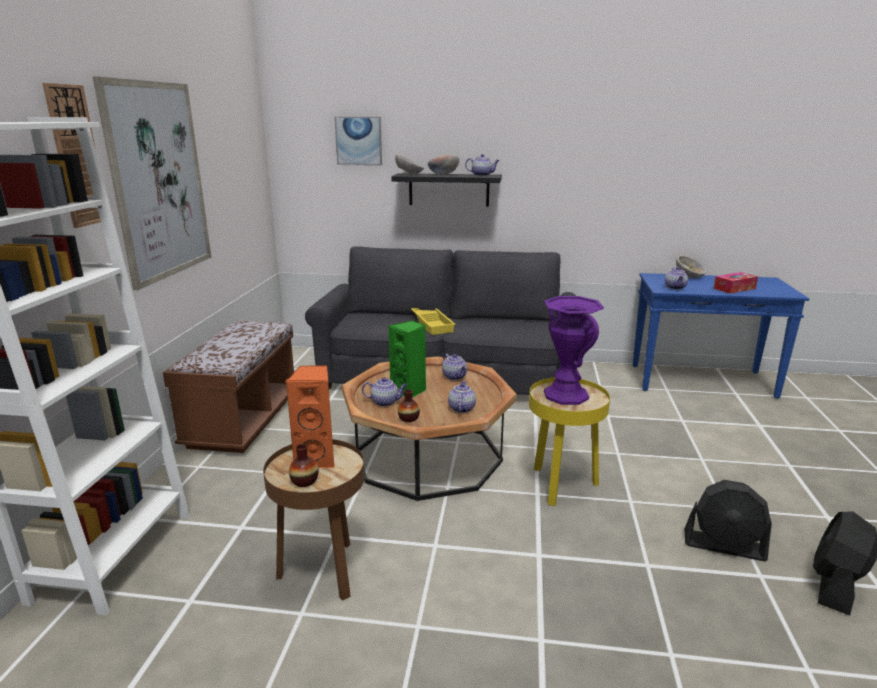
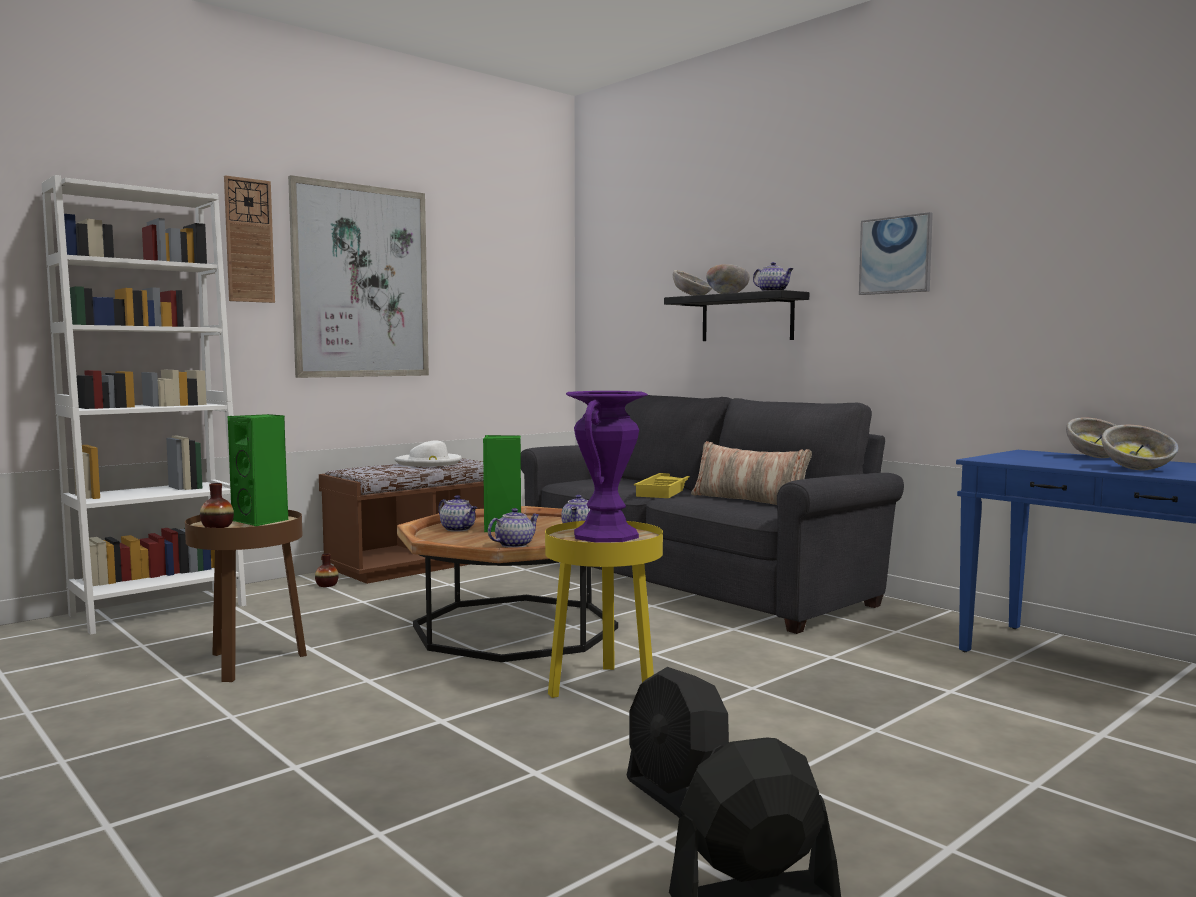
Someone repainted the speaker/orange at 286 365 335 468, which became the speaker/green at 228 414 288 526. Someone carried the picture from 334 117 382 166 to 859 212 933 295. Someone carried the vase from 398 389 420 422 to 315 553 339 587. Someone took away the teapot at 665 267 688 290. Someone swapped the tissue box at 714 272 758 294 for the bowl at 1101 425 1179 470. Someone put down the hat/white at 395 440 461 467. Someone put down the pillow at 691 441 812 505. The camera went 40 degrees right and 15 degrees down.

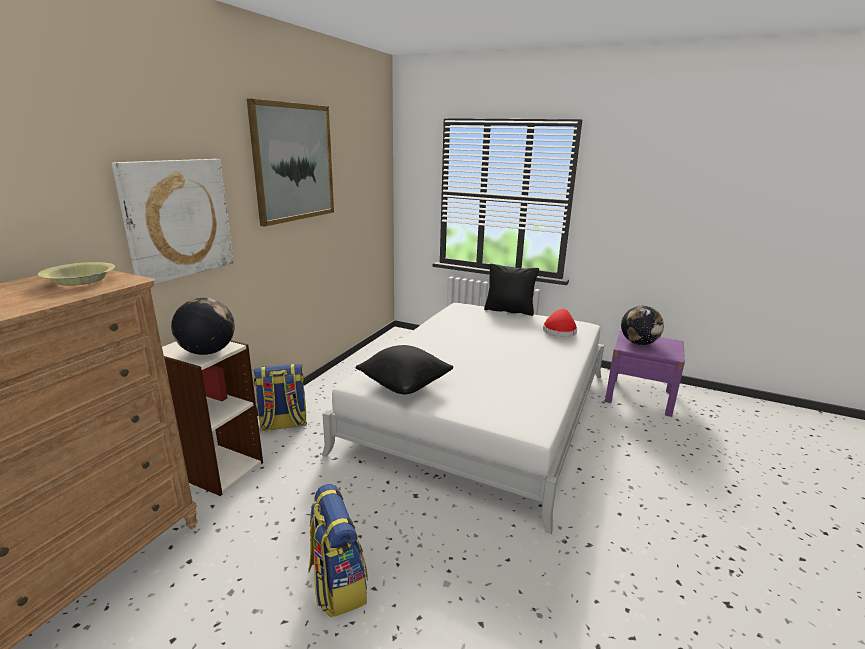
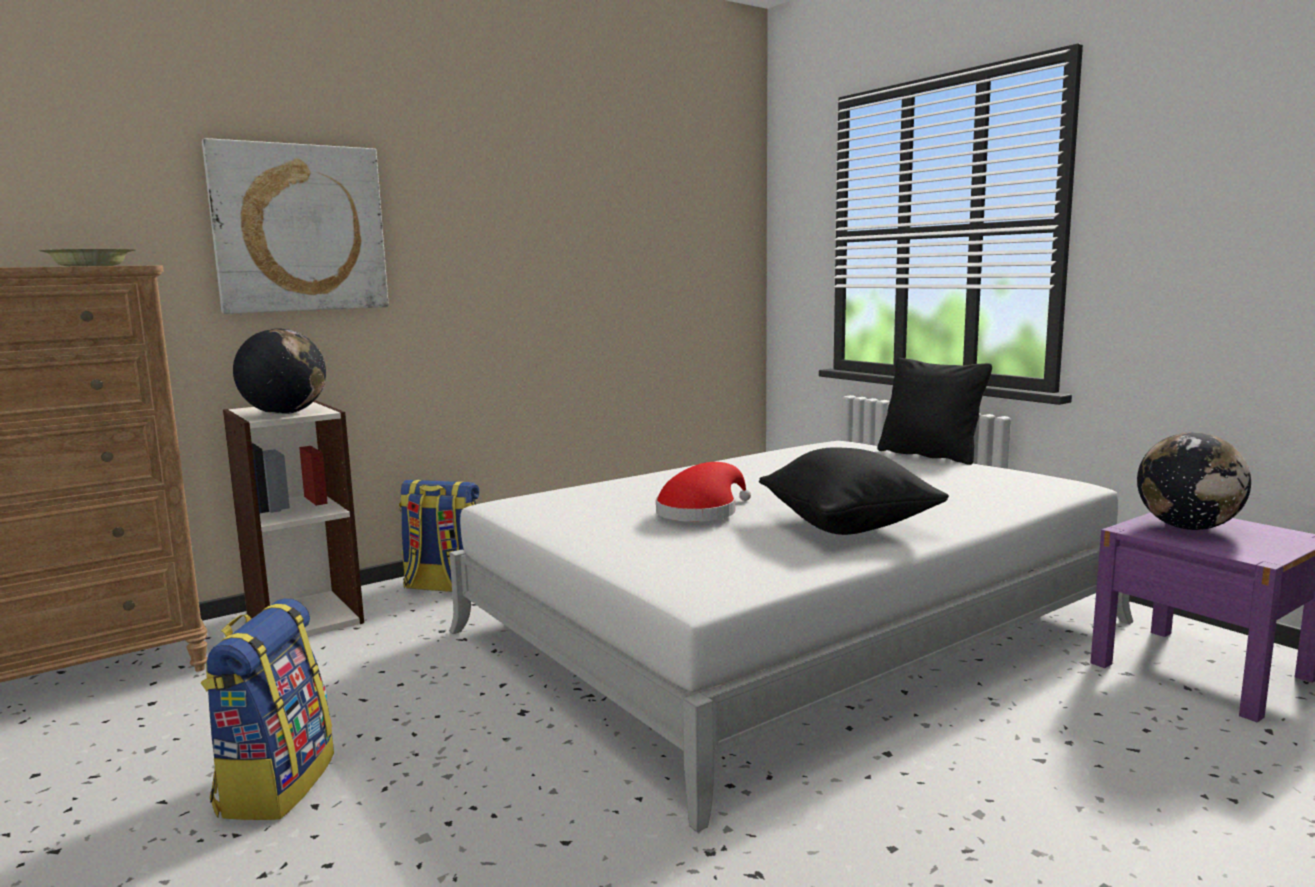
Someone took away the picture at 247 99 334 227. Someone carried the pillow/black from 356 345 453 394 to 759 447 949 535. Someone carried the hat/red from 543 309 577 337 to 656 462 751 522. The camera went 30 degrees right and 10 degrees down.

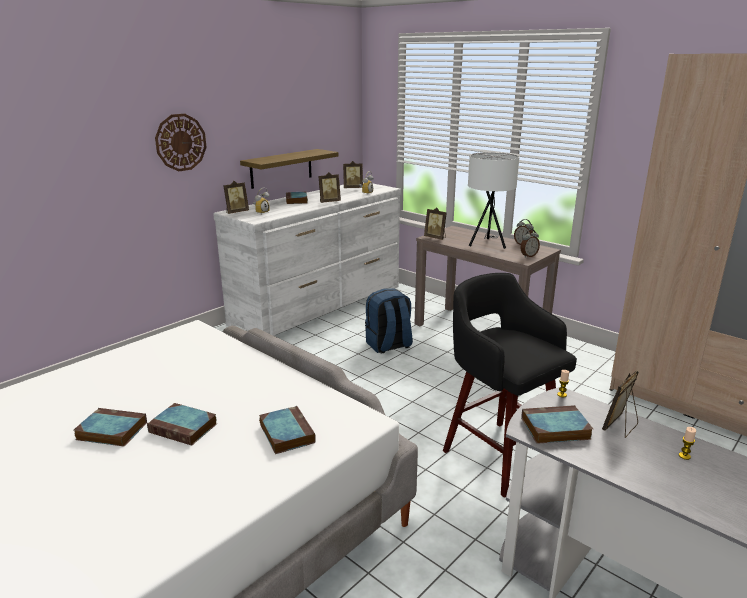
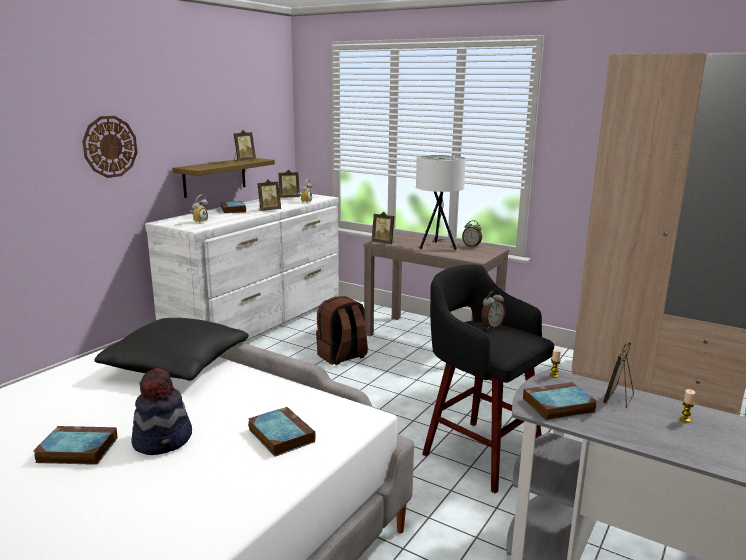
Someone swapped the book at 147 403 217 446 for the hat at 132 368 192 455. Someone carried the picture frame from 223 181 249 214 to 234 130 256 161. Someone repainted the backpack/blue at 365 288 413 354, which became the backpack/brown at 316 296 368 365. Someone carried the alarm clock from 520 229 540 257 to 481 291 506 330. Someone put down the pillow/black at 94 318 249 381. The camera went 10 degrees left and 5 degrees down.

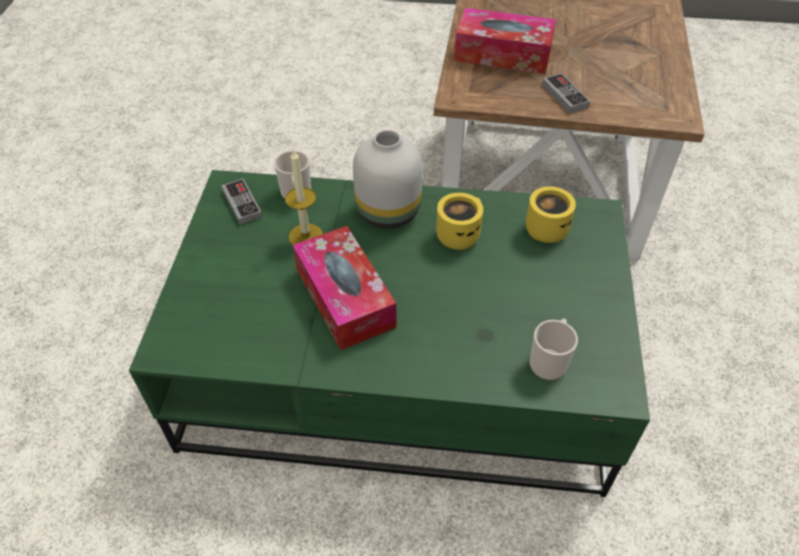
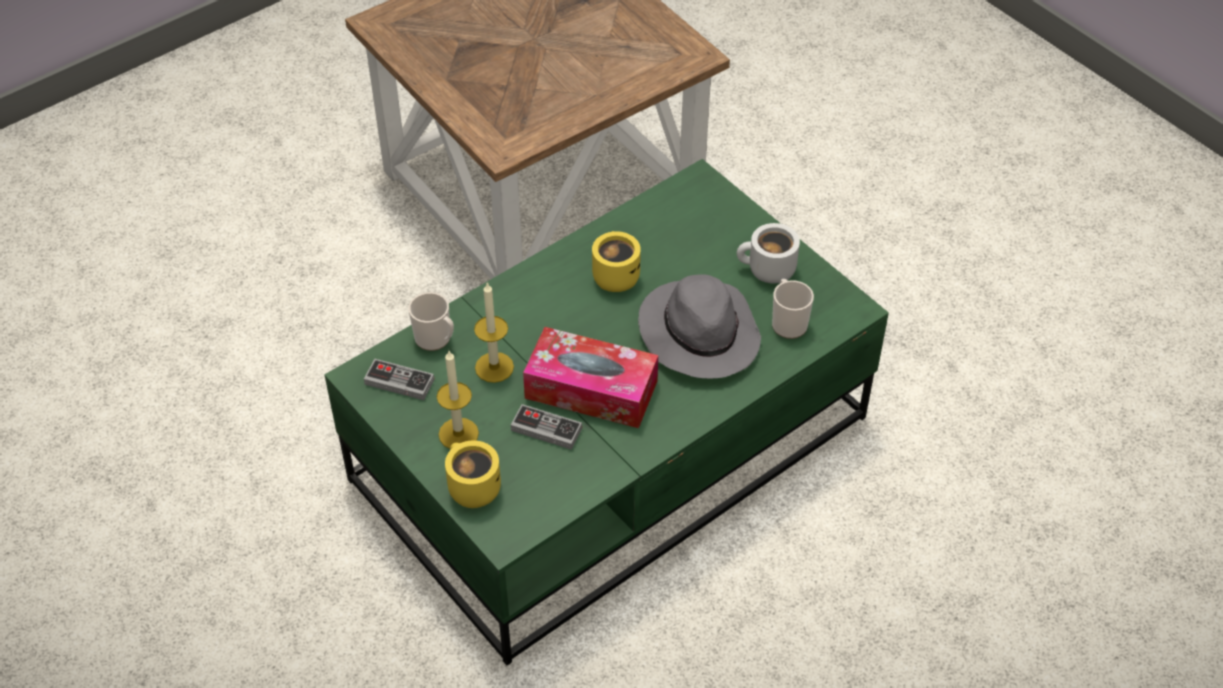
Someone took away the vase/white at 353 130 423 229. Someone took away the tissue box at 454 8 556 74. Someone carried the mug/yellow from 526 186 576 243 to 445 440 501 508. Someone carried the game controller from 542 73 590 113 to 511 404 582 450. Someone put down the candle at 437 351 479 449. Someone put down the hat/grey at 638 274 761 379. Someone put down the mug/white at 737 223 800 283. The camera went 45 degrees left and 0 degrees up.

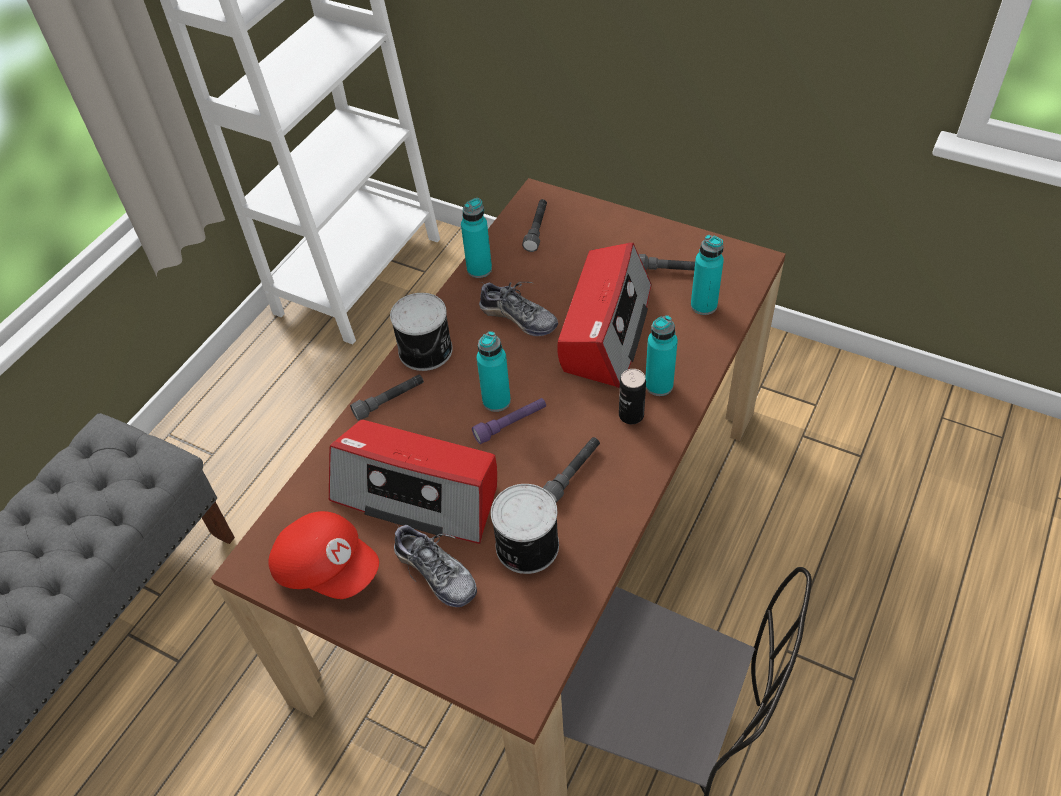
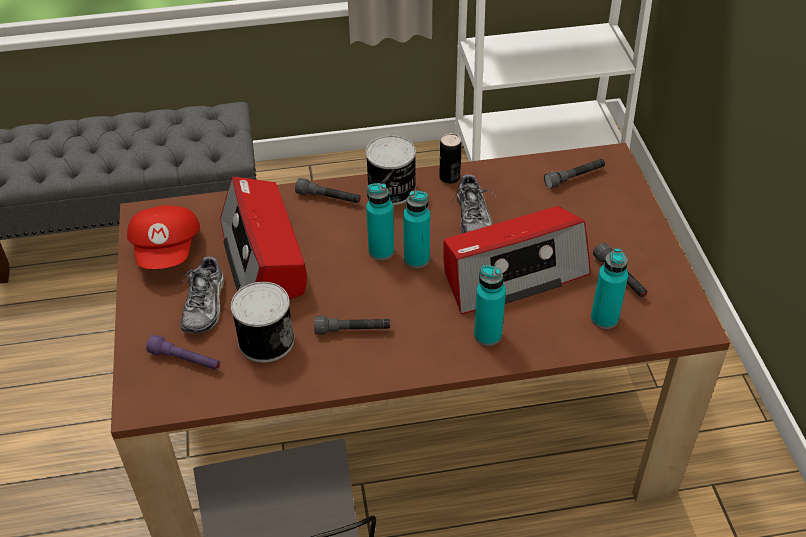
Someone carried the bottle/turquoise from 461 198 492 278 to 403 191 430 268. Someone carried the flashlight/purple from 472 398 546 444 to 146 335 220 370. Someone carried the can from 619 369 646 424 to 439 133 462 184. The camera went 50 degrees right and 5 degrees down.

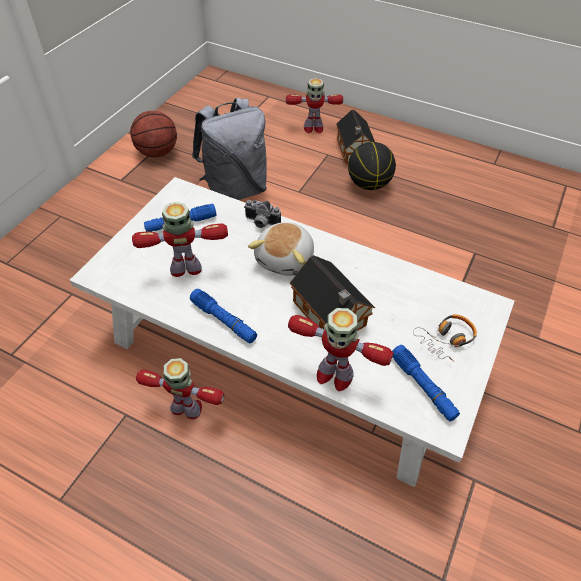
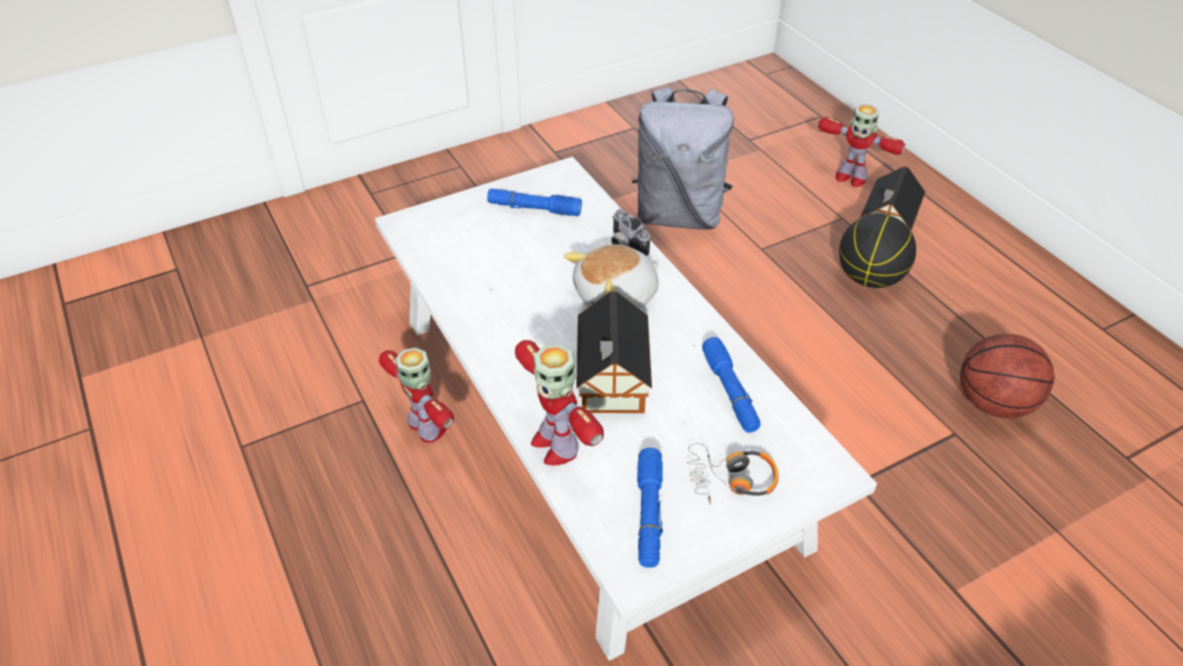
Someone carried the basketball from 130 111 177 157 to 960 334 1055 418. Someone took away the toy robot at 132 202 228 277. Someone carried the flashlight/blue from 190 289 257 343 to 702 337 761 433. The camera went 35 degrees right and 5 degrees down.

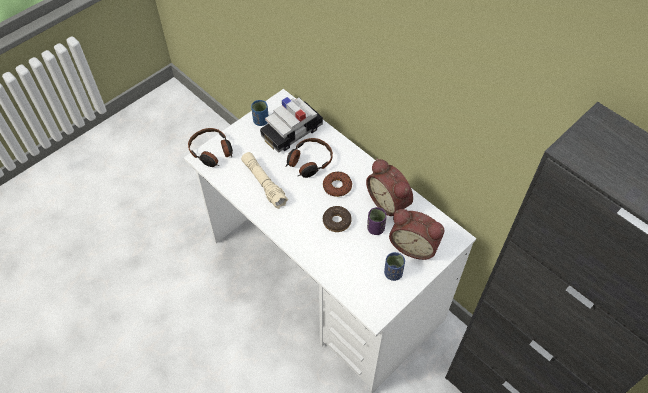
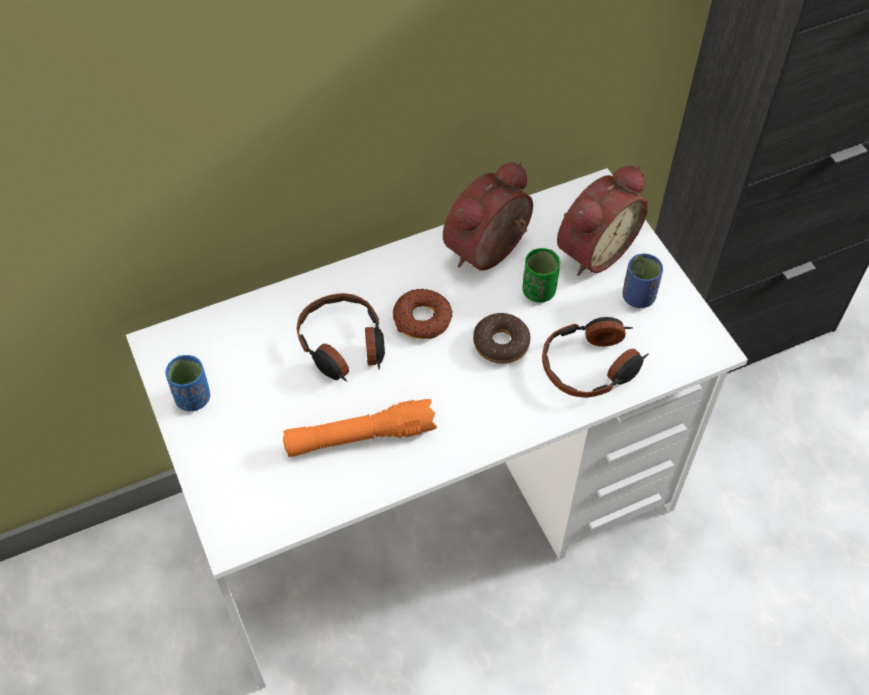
Someone carried the headphones from 188 128 233 167 to 542 317 649 398. Someone repainted the flashlight/beige at 241 152 288 209, which became the flashlight/orange at 283 399 437 457. Someone took away the toy car at 260 97 323 153. Someone rotated the alarm clock at 366 159 413 216 by 150 degrees clockwise. Someone repainted the cup/purple at 367 207 387 235, which became the cup/green at 522 248 560 302. The camera went 70 degrees left and 0 degrees up.

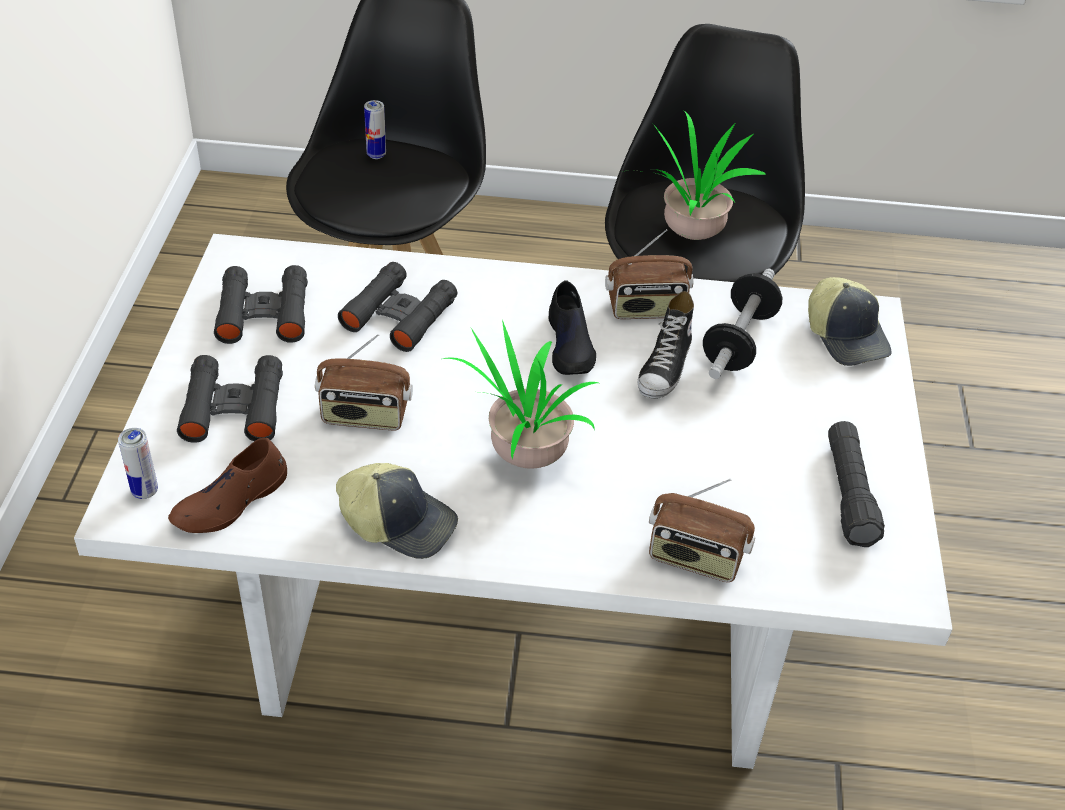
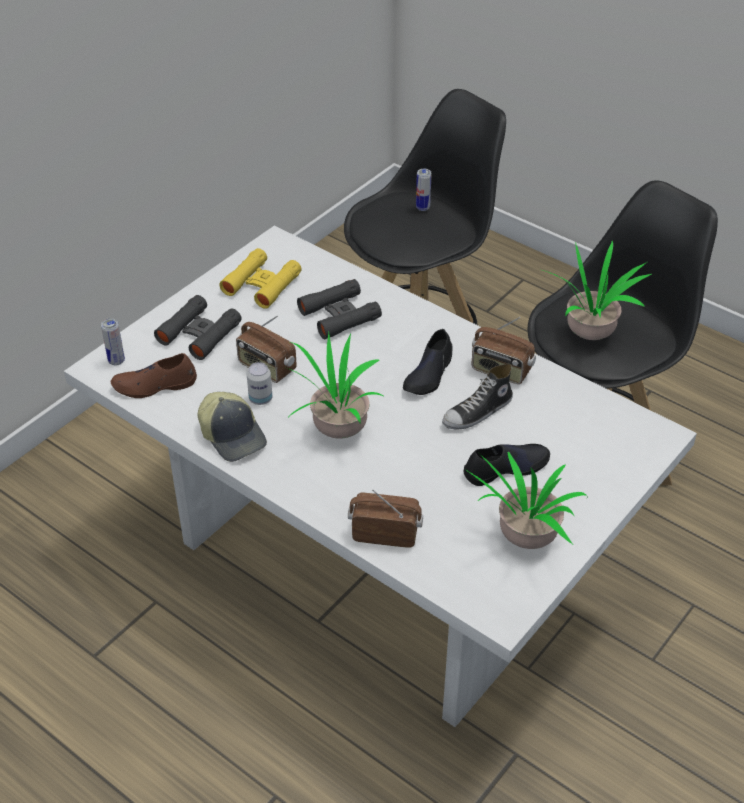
Someone repainted the binoculars/black at 214 265 308 344, which became the binoculars/yellow at 219 248 302 309. Someone rotated the radio at 649 479 755 582 by 135 degrees clockwise. Someone took away the dumbbell at 703 268 782 379. Someone took away the cap at 808 277 892 366. Someone swapped the flashlight/black at 828 421 885 547 for the potted plant at 466 452 588 549. Someone put down the can at 247 362 272 405. Someone put down the shoe/black at 464 444 550 486. The camera went 35 degrees right and 0 degrees up.

